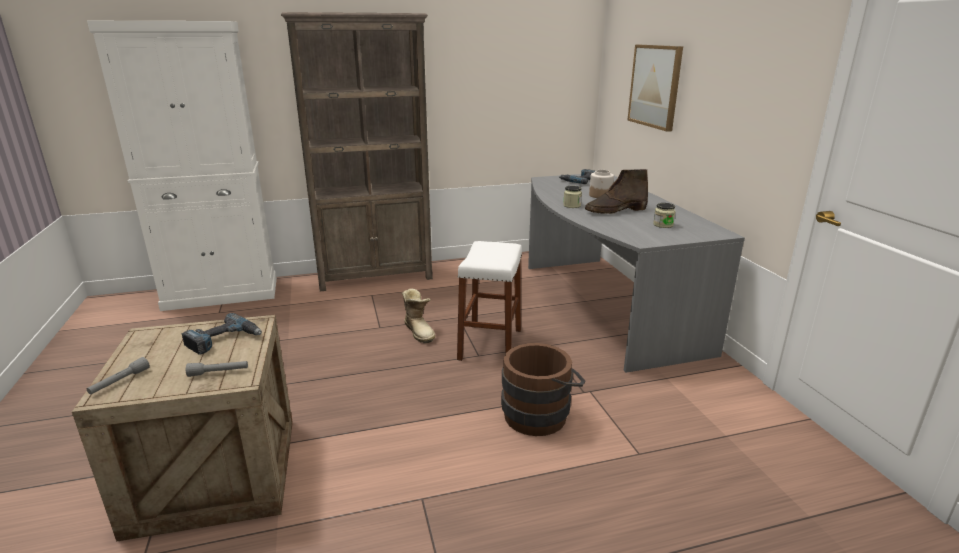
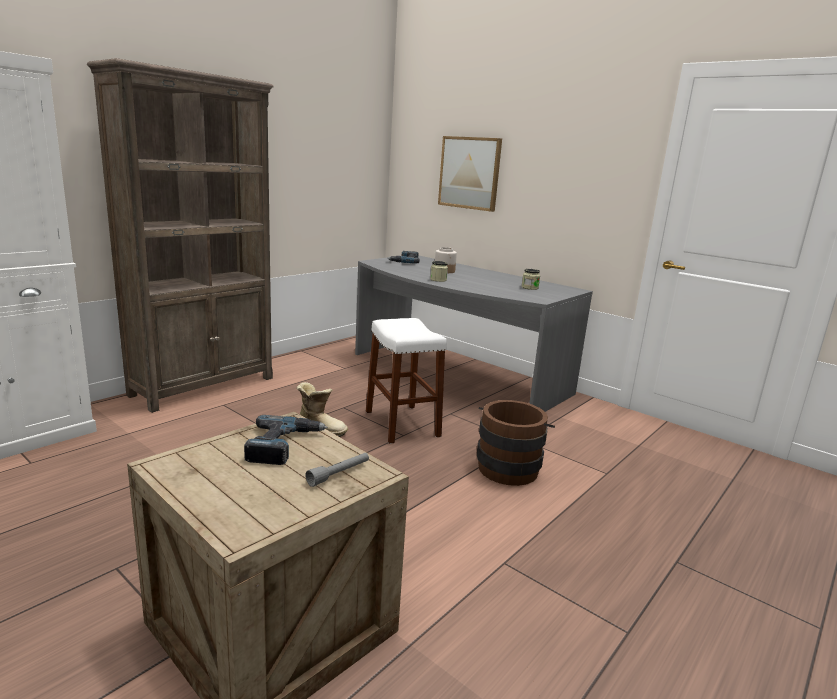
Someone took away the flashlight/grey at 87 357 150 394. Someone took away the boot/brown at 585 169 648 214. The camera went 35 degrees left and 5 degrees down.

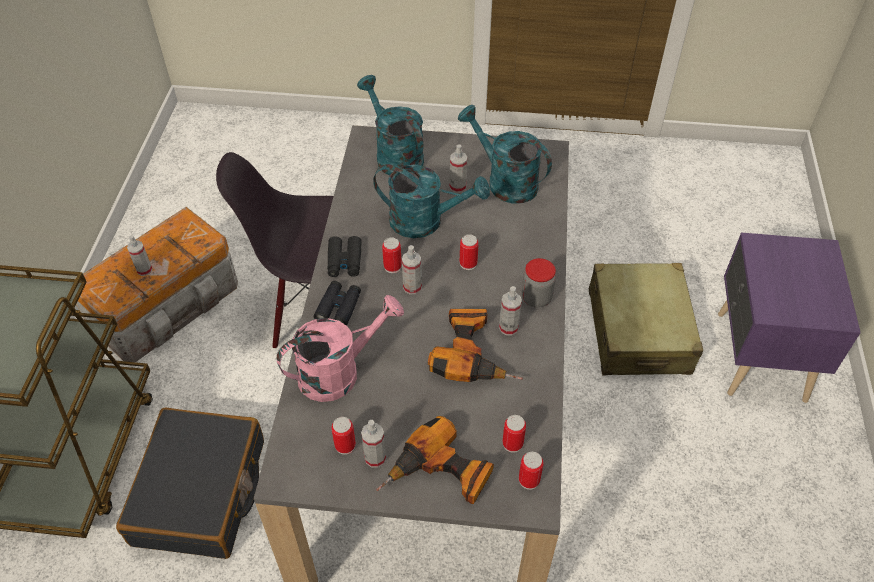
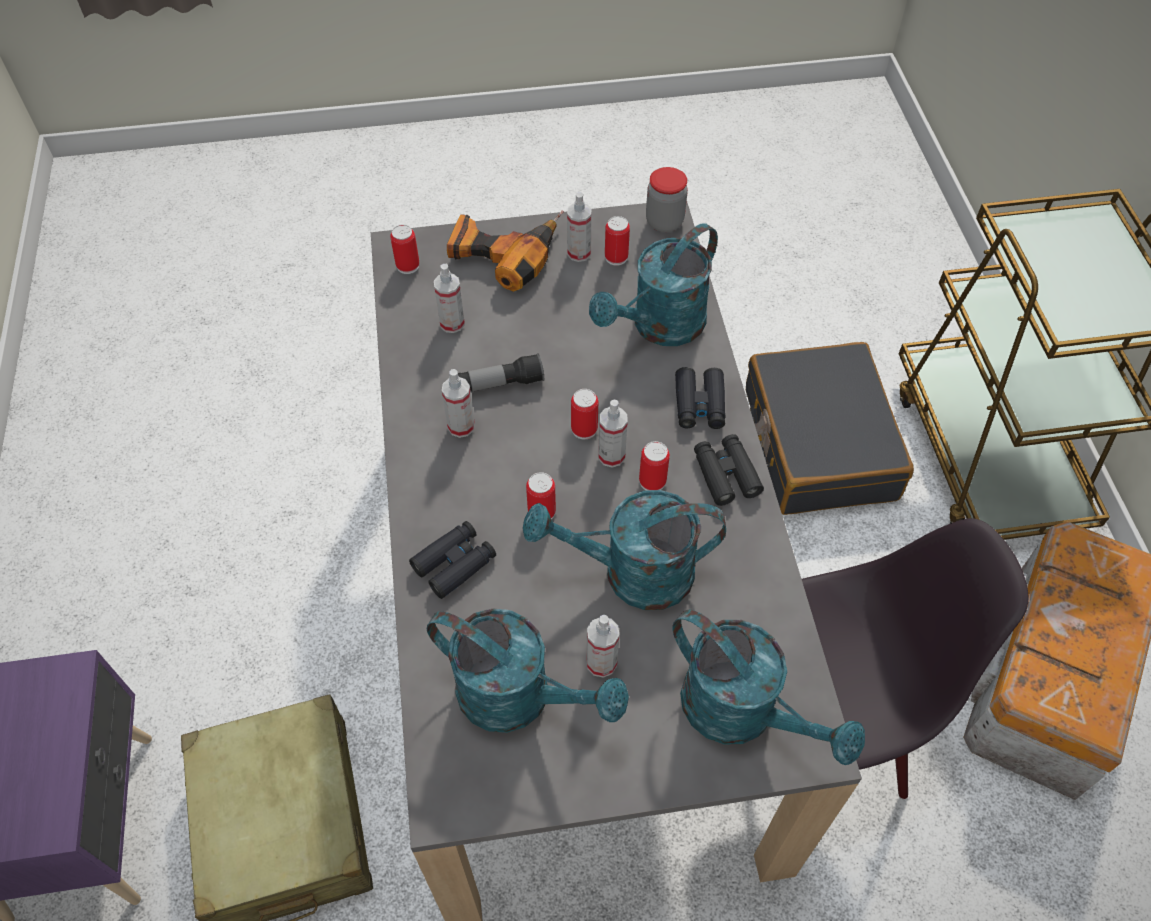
Someone carried the spray bottle from 127 235 152 276 to 434 264 465 333. Someone repainted the watering can/pink at 276 295 404 402, which became the watering can/turquoise at 589 223 718 346. Someone swapped the power drill at 428 309 523 382 for the flashlight at 458 353 544 392. Someone carried the can from 502 415 526 453 to 571 389 598 440. Someone carried the jar from 522 258 556 307 to 646 167 688 232. Someone put down the binoculars/black at 409 521 496 599. The camera went 165 degrees right and 5 degrees up.

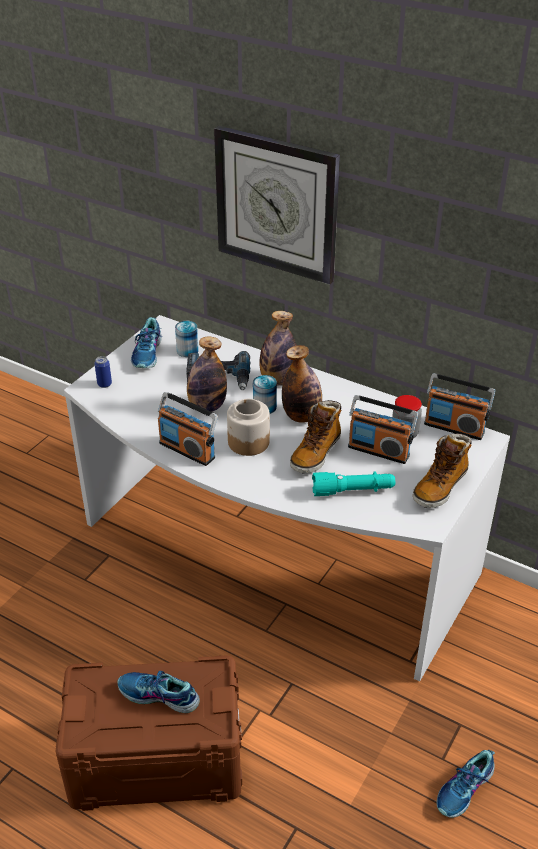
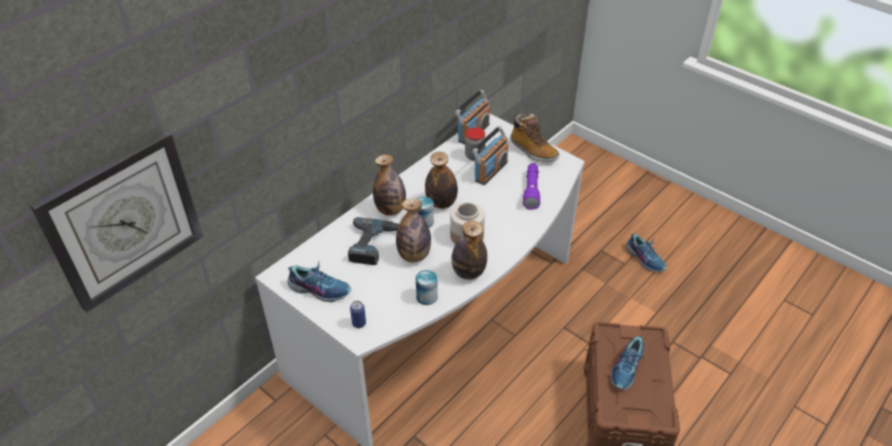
Someone swapped the radio at 158 392 218 466 for the bottle at 452 221 487 280. Someone carried the can from 175 321 199 357 to 416 270 438 305. Someone carried the wall clock from 214 126 340 285 to 30 131 203 313. Someone took away the boot at 290 400 341 474. Someone repainted the flashlight/turquoise at 312 471 395 496, which became the flashlight/purple at 523 163 540 210. The camera went 80 degrees left and 5 degrees up.

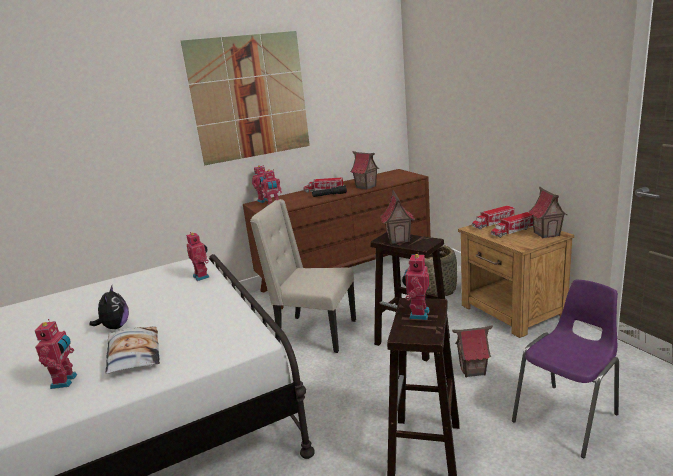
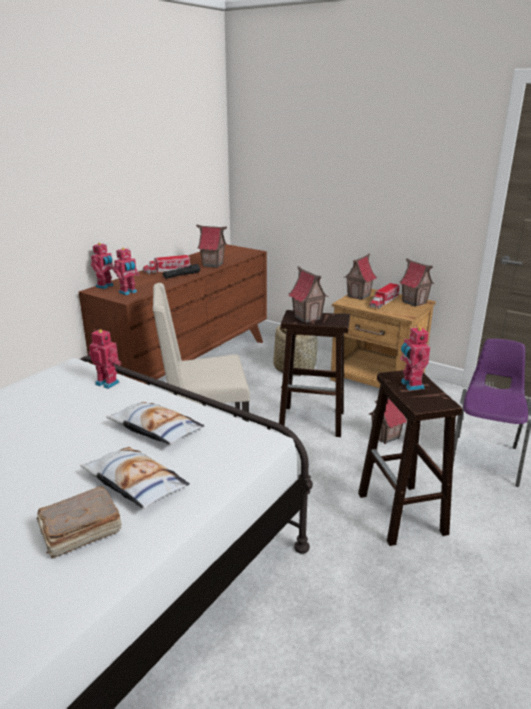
Someone swapped the toy robot at 35 319 77 389 for the book/brown at 36 486 122 558. Someone took away the plush toy at 90 286 129 329. Someone took away the picture at 181 31 310 165. Someone swapped the toy truck at 472 205 515 229 for the toy house at 344 253 377 300. Someone put down the pillow at 106 402 204 445. The camera went 30 degrees left and 5 degrees up.

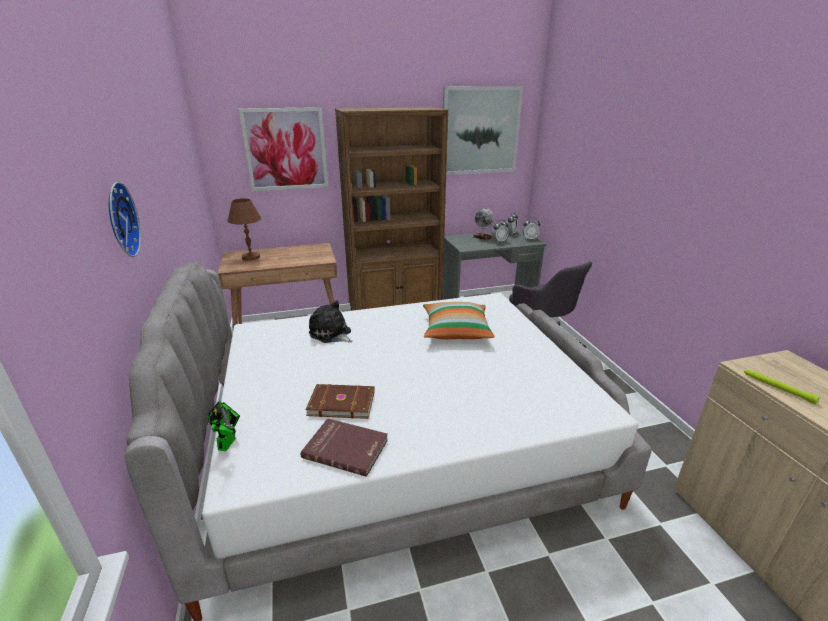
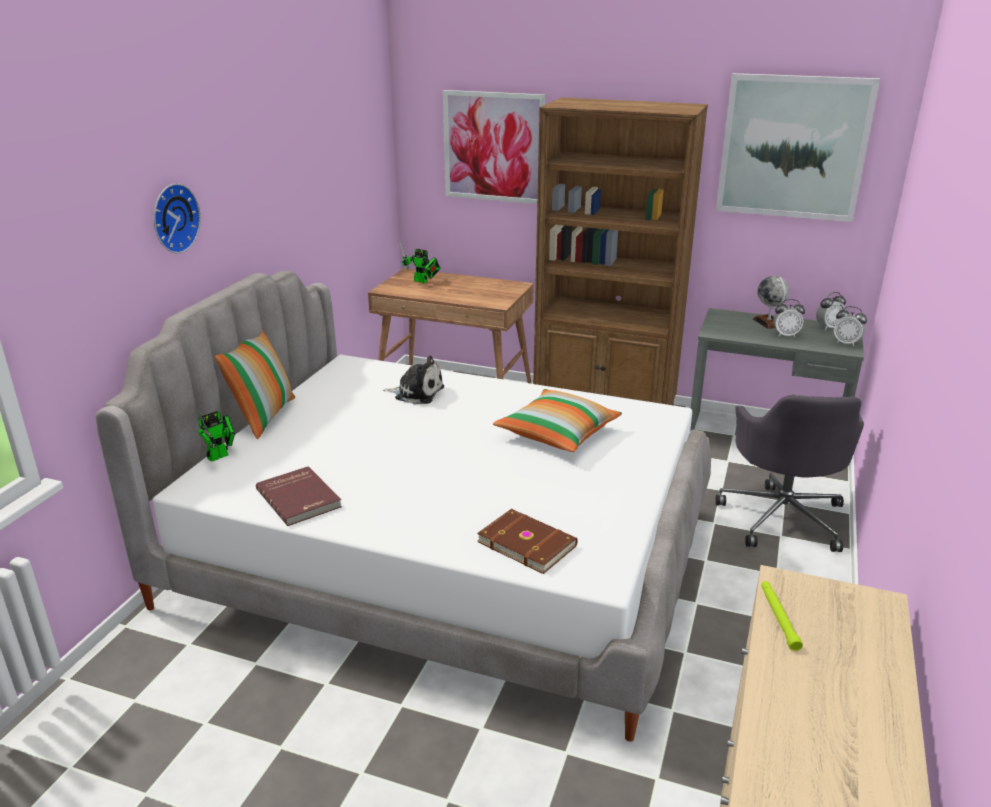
Someone swapped the table lamp/brown at 227 198 261 261 for the toy robot at 399 239 440 283. Someone carried the book/brown from 306 384 375 419 to 477 509 578 574. Someone rotated the plush toy at 309 301 353 343 by 120 degrees clockwise. Someone put down the pillow at 214 329 295 439. The camera went 35 degrees right and 0 degrees up.

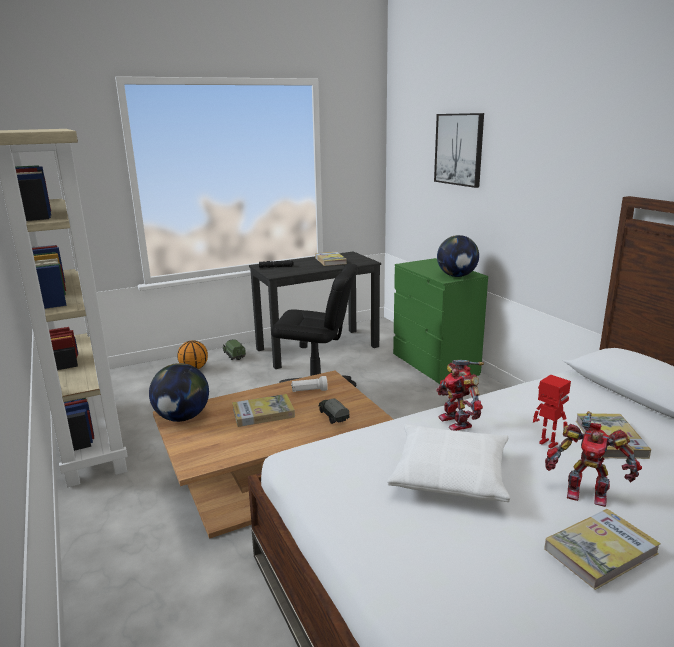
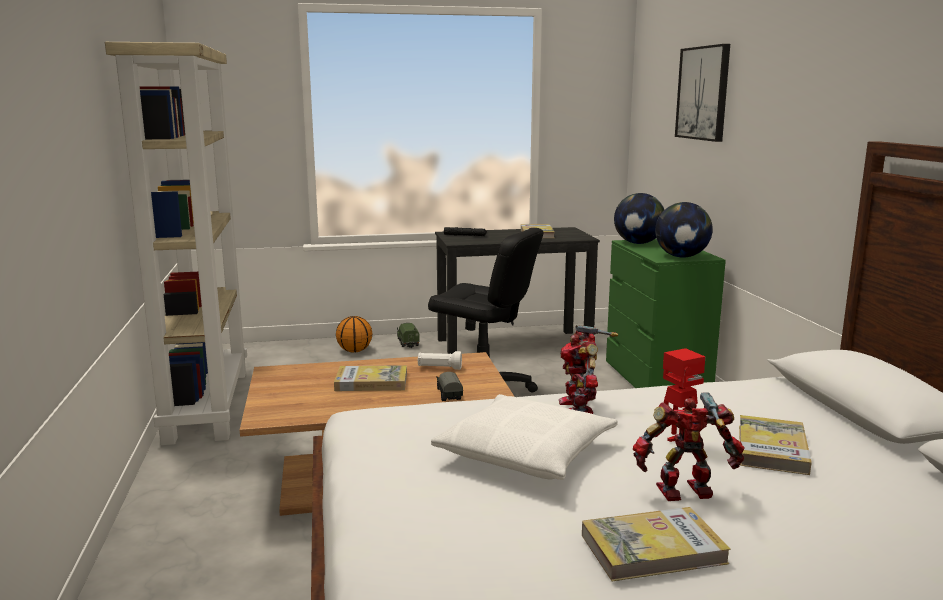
Someone carried the globe from 149 363 209 422 to 614 193 664 244. Someone rotated the toy robot at 545 411 642 507 by 135 degrees clockwise. The camera went 15 degrees right and 5 degrees down.

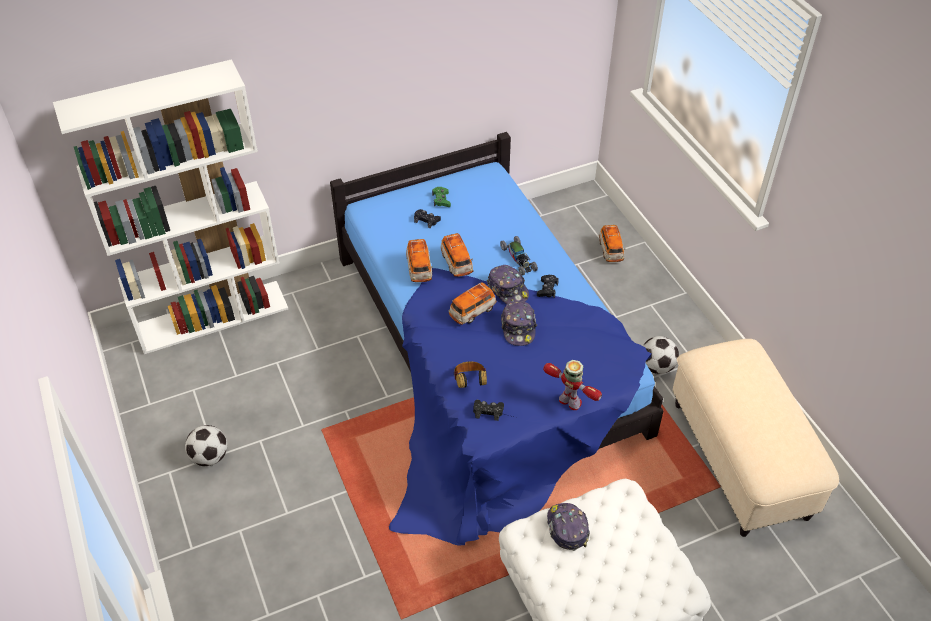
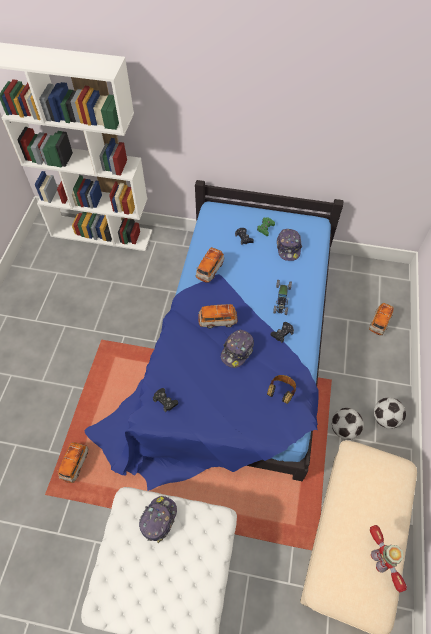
Someone carried the football from 185 425 227 466 to 373 397 406 429. Someone carried the toy car from 440 233 473 277 to 58 442 89 483. Someone carried the headphones from 454 362 487 388 to 267 375 296 404. Someone carried the cap from 487 265 529 304 to 277 229 302 261. Someone carried the toy robot from 543 360 602 410 to 370 525 407 592. The camera went 35 degrees right and 10 degrees up.

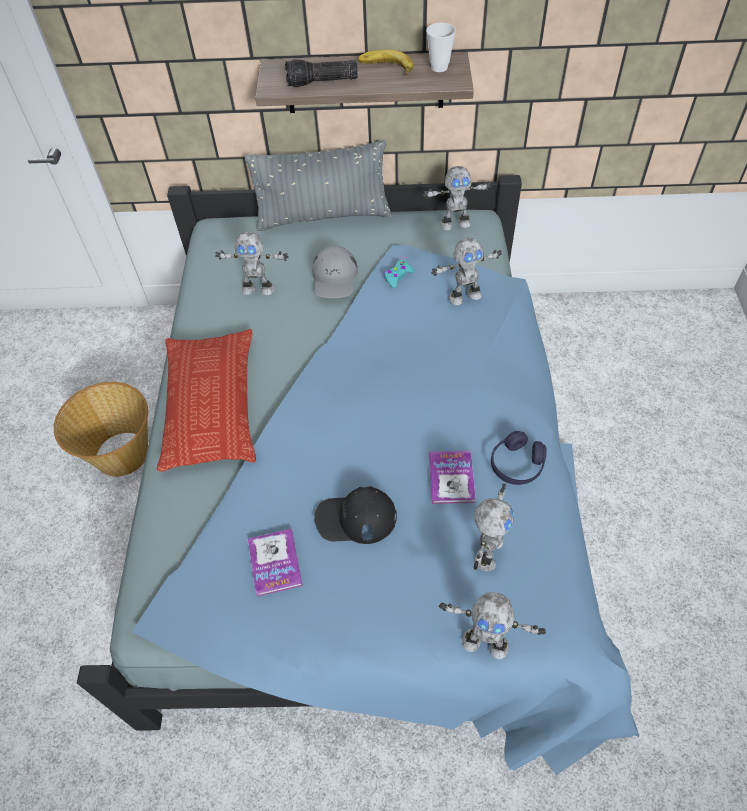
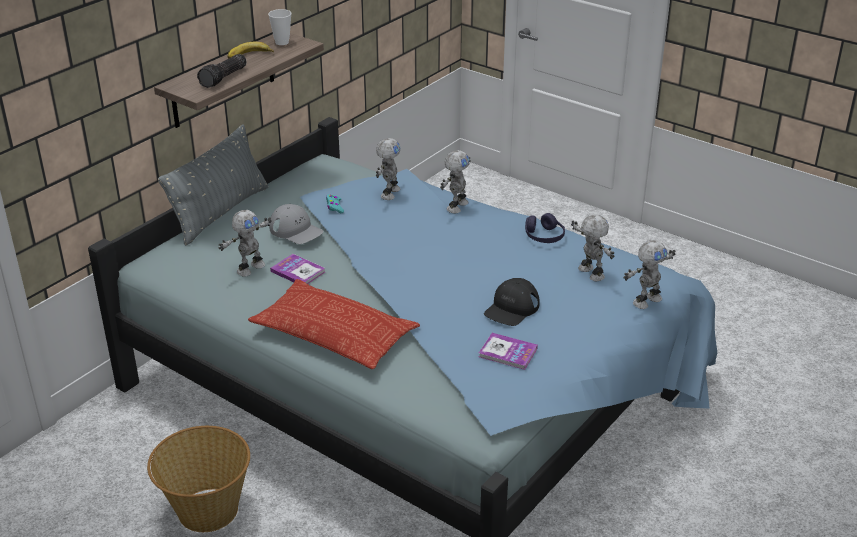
Someone carried the toy robot from 423 166 491 230 to 440 150 471 213. Someone carried the book from 429 451 476 504 to 270 254 325 284. The camera went 55 degrees left and 20 degrees down.

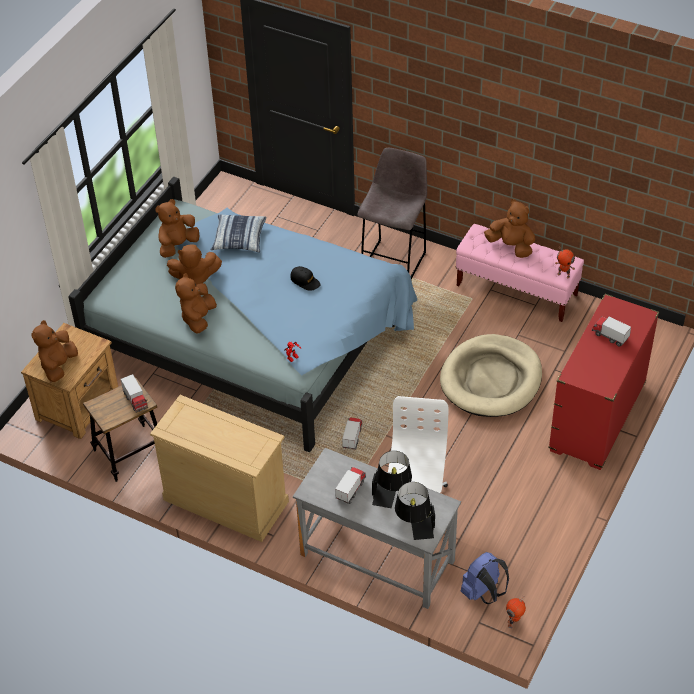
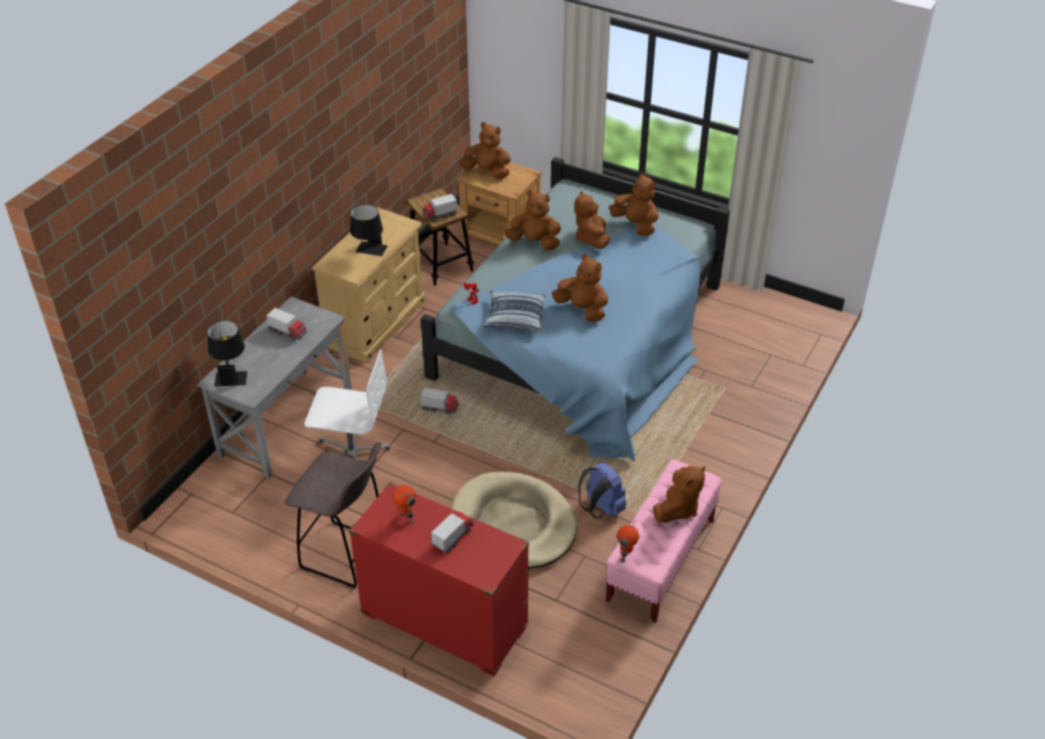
Someone carried the pillow from 210 214 266 252 to 483 291 546 332. Someone swapped the cap/black at 290 266 321 291 for the plush toy/brown at 552 254 608 322. Someone carried the stool/grey from 357 148 427 279 to 284 442 381 589. Someone carried the table lamp/black from 372 451 412 508 to 350 204 388 256. Someone carried the backpack/blue from 461 552 509 604 to 578 462 626 519. Someone carried the toy robot from 506 596 526 628 to 393 485 416 524. The camera went 90 degrees right and 5 degrees down.

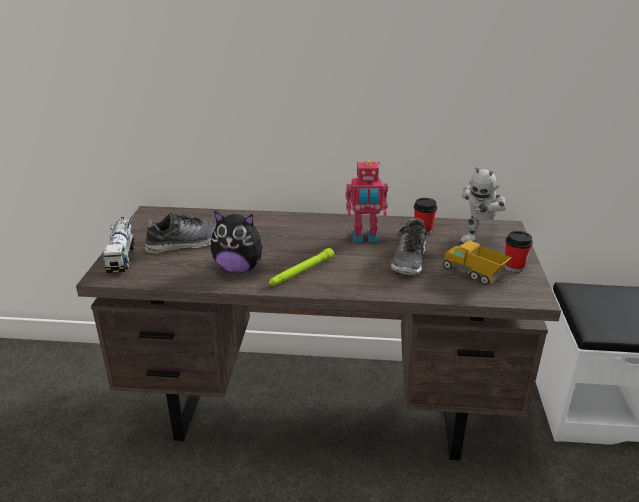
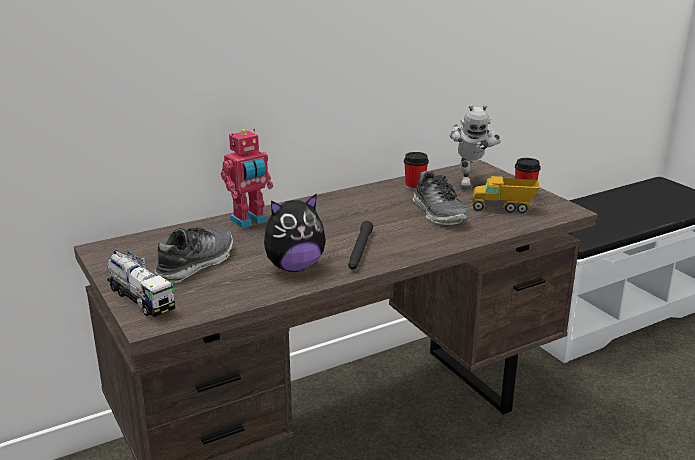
Someone repainted the flashlight/green at 269 248 334 286, which became the flashlight/black at 348 221 373 270. Someone carried the toy robot from 346 160 388 243 to 221 129 273 228. The camera went 35 degrees left and 5 degrees down.

